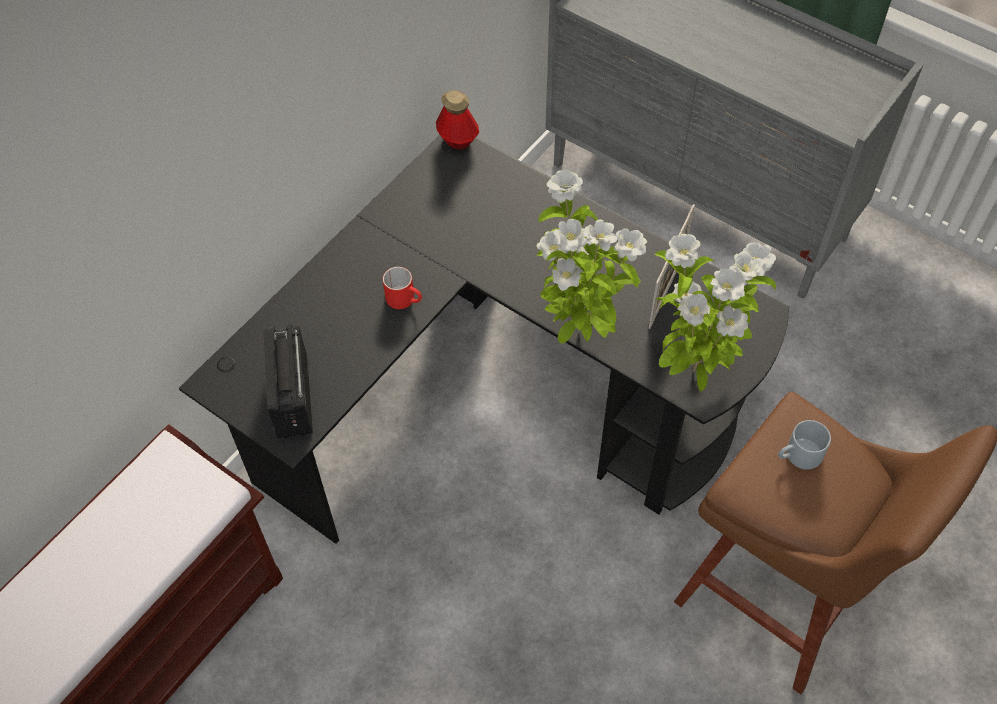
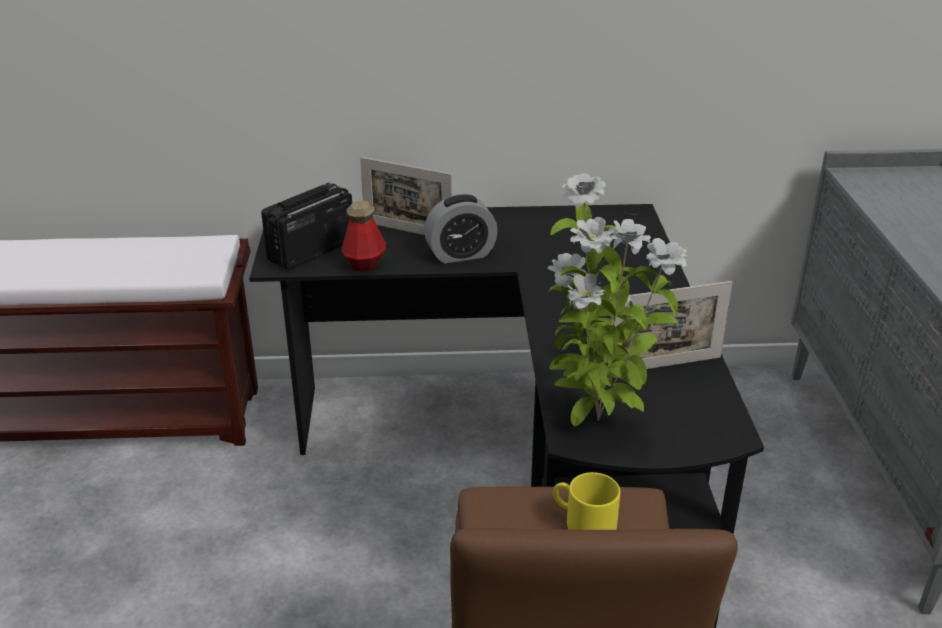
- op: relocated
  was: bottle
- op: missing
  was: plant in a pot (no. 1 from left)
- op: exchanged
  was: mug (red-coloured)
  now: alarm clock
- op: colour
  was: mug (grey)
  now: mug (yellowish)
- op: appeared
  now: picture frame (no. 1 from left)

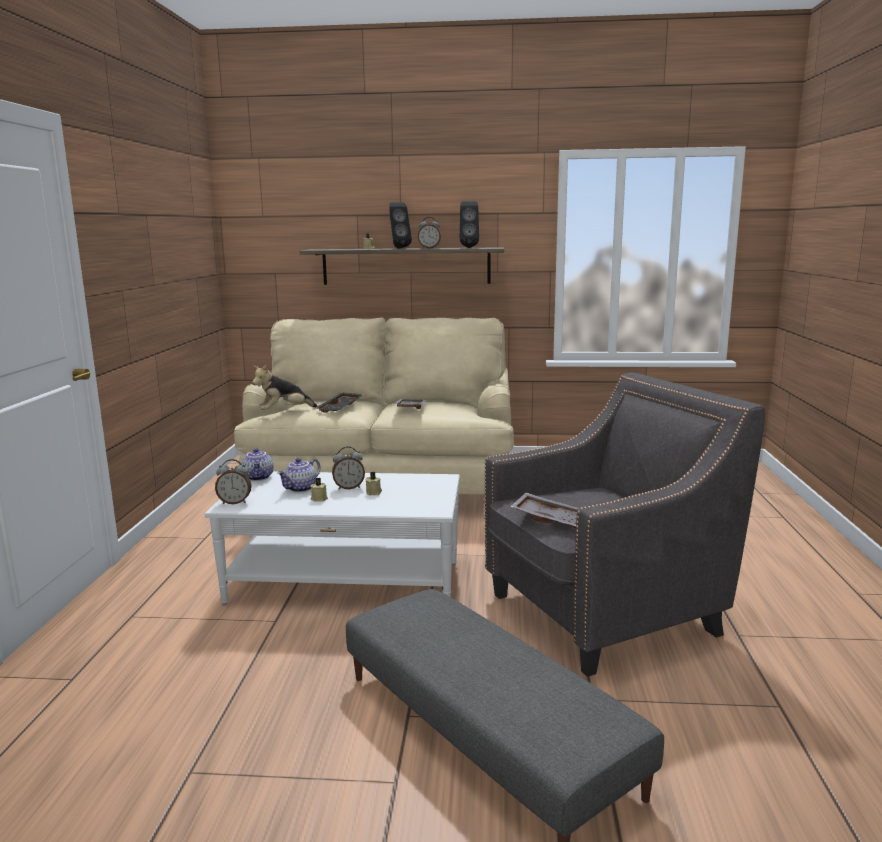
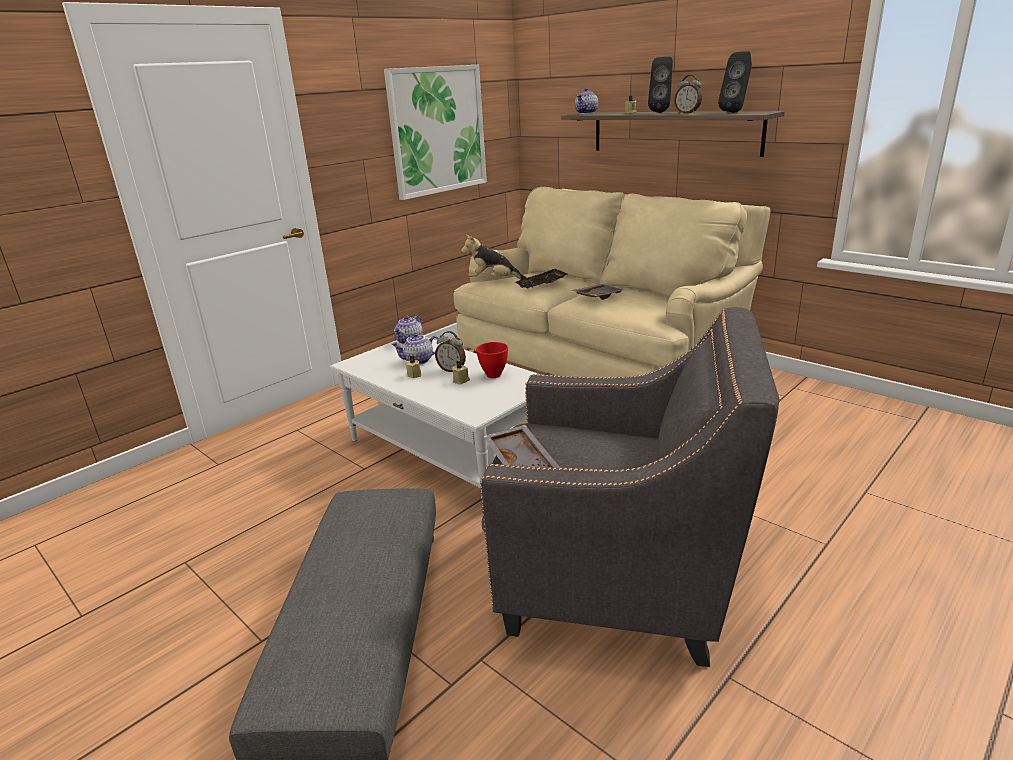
- op: missing
  was: alarm clock (no. 1 from left)
- op: appeared
  now: wall picture
- op: appeared
  now: tea pot (no. 3 from left)
- op: appeared
  now: bowl (red-coloured)

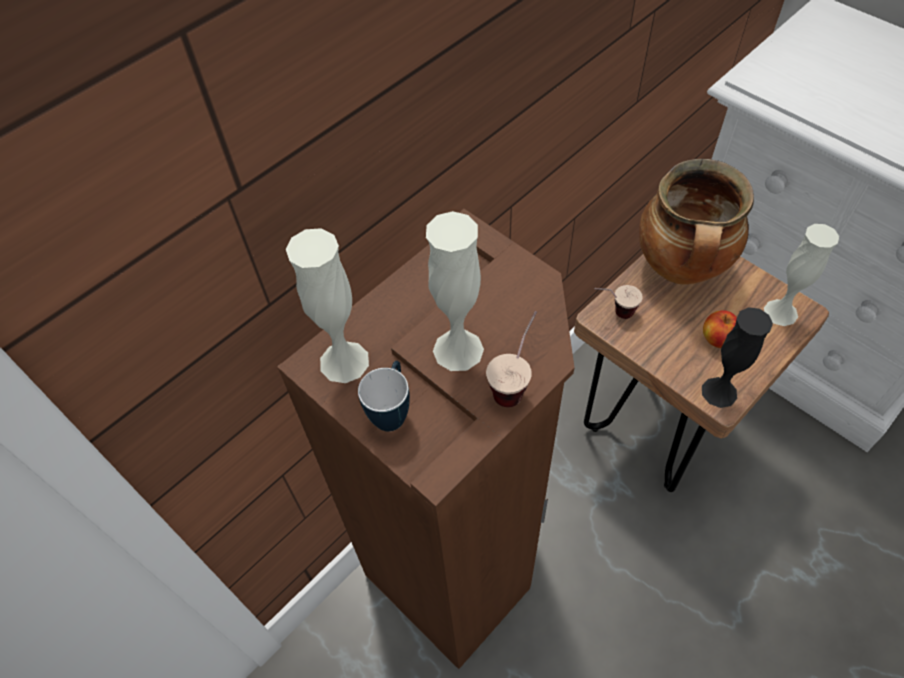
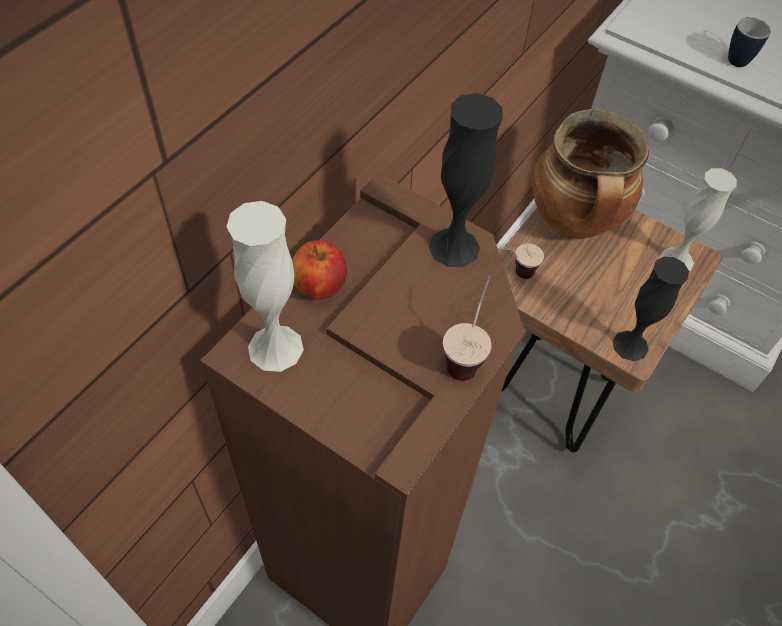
- op: missing
  was: flower vase (white-coloured) (no. 2 from left)
- op: relocated
  was: apple
- op: relocated
  was: mug
- op: appeared
  now: flower vase (black) (no. 1 from left)

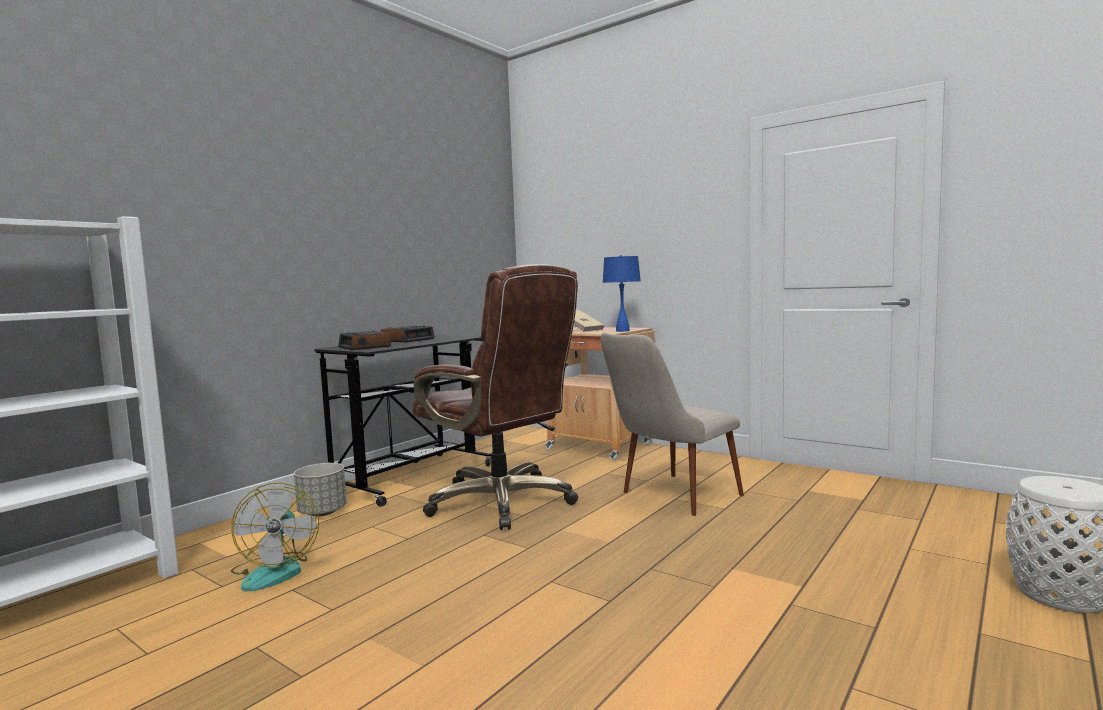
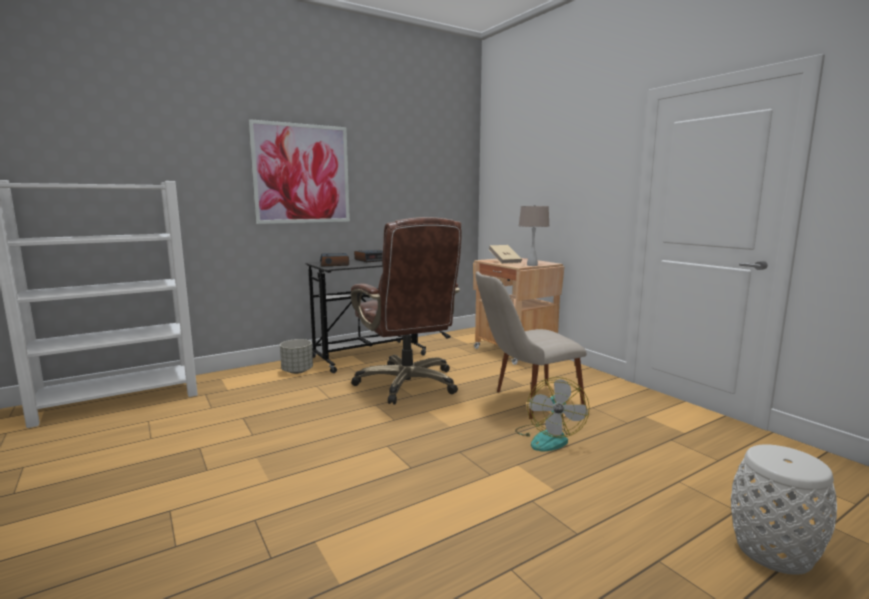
- op: colour
  was: tabletop lamp (blue-coloured)
  now: tabletop lamp (sand-coloured)
- op: relocated
  was: fan
- op: appeared
  now: wall picture

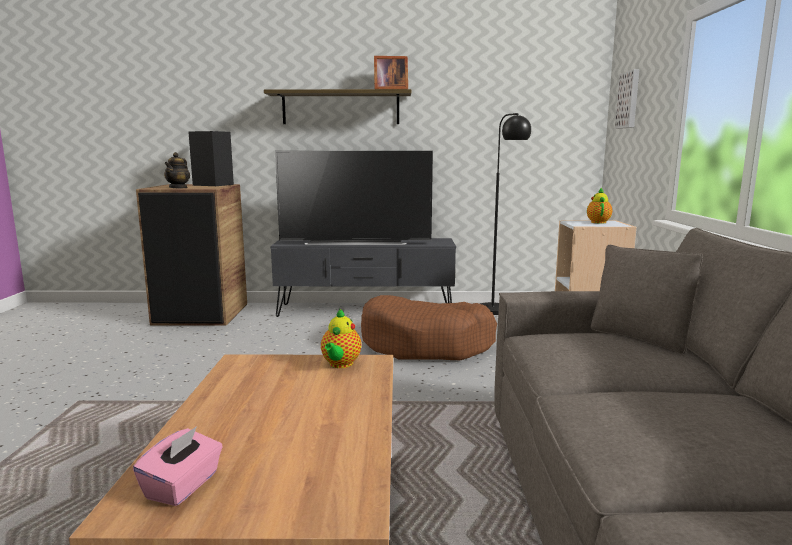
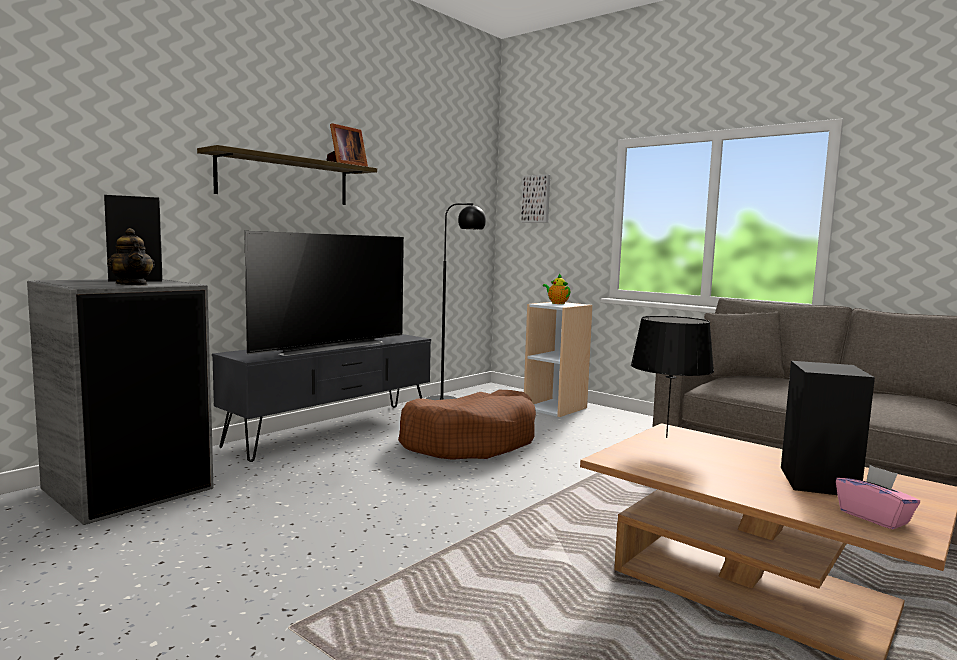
- op: colour
  was: cabinet (brown-coloured)
  now: cabinet (grey)
- op: exchanged
  was: tea pot (no. 2 from left)
  now: tabletop lamp (black)
- op: appeared
  now: loudspeaker (black) (no. 2 from left)

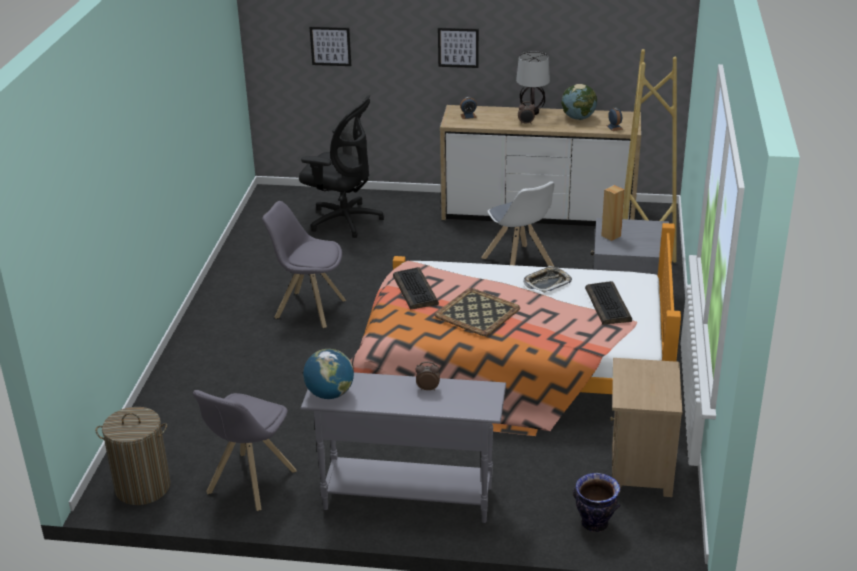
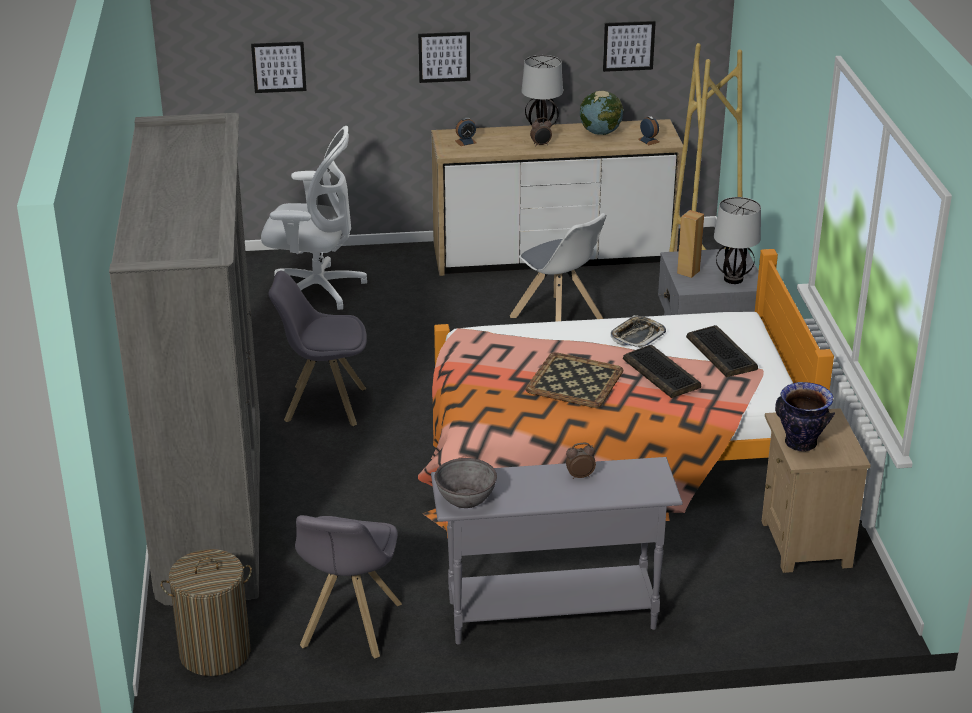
- op: colour
  was: office chair (black)
  now: office chair (white-coloured)
- op: relocated
  was: PC keyboard (no. 1 from left)
- op: exchanged
  was: desk globe (no. 1 from left)
  now: bowl (grey)
- op: relocated
  was: flower vase
- op: appeared
  now: wall picture (no. 3 from left)
- op: appeared
  now: armoire (grey)
- op: appeared
  now: tabletop lamp (no. 2 from left)

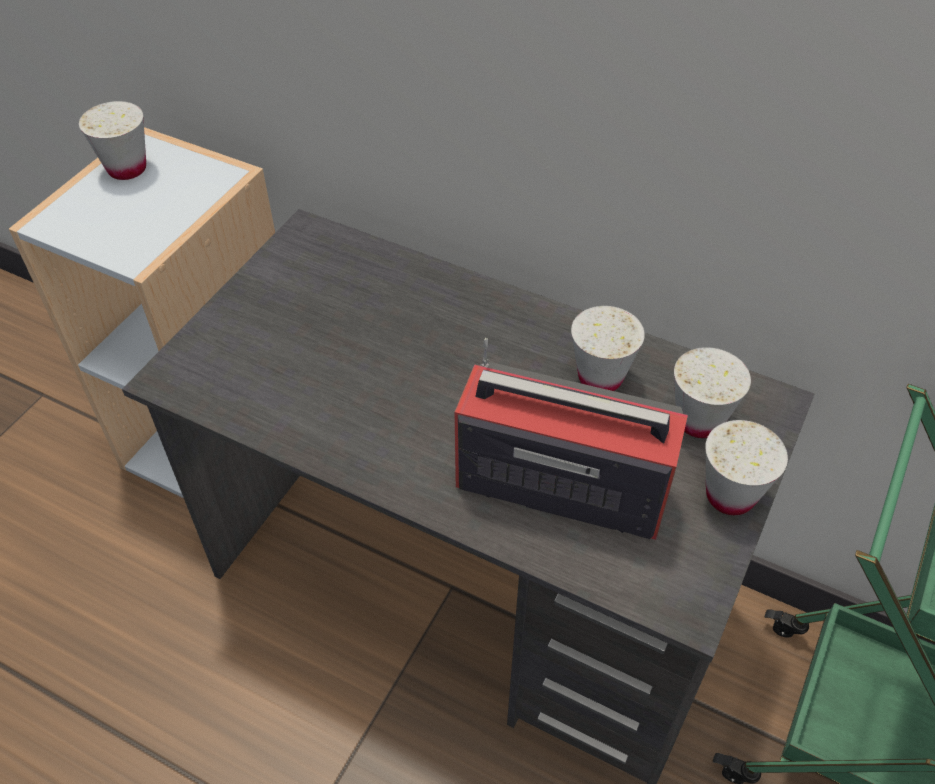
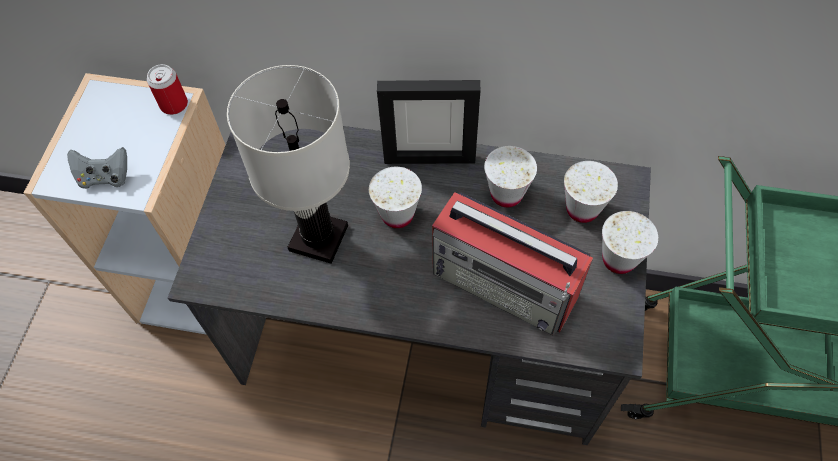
- op: relocated
  was: drinking cup (white-coloured) (no. 1 from left)
- op: spun
  was: radio set
  clockwise: -150
- op: appeared
  now: sealed can
- op: appeared
  now: tabletop lamp (white-coloured)
- op: appeared
  now: picture frame
- op: appeared
  now: joypad (grey)

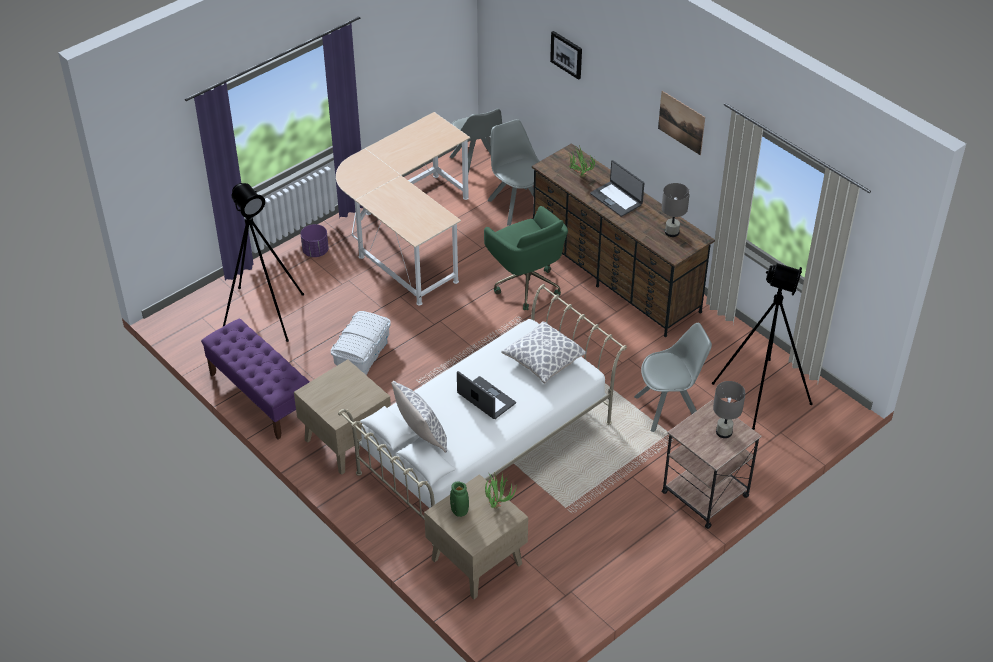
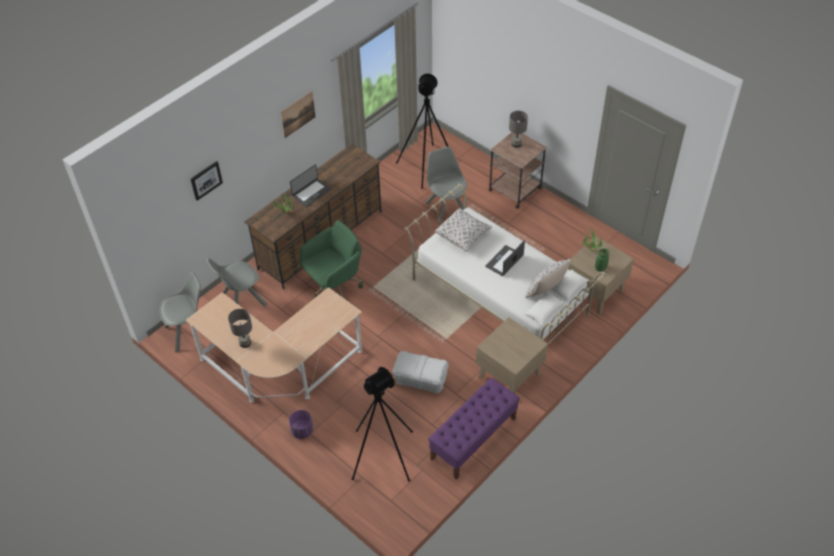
- op: relocated
  was: tabletop lamp (grey) (no. 1 from left)

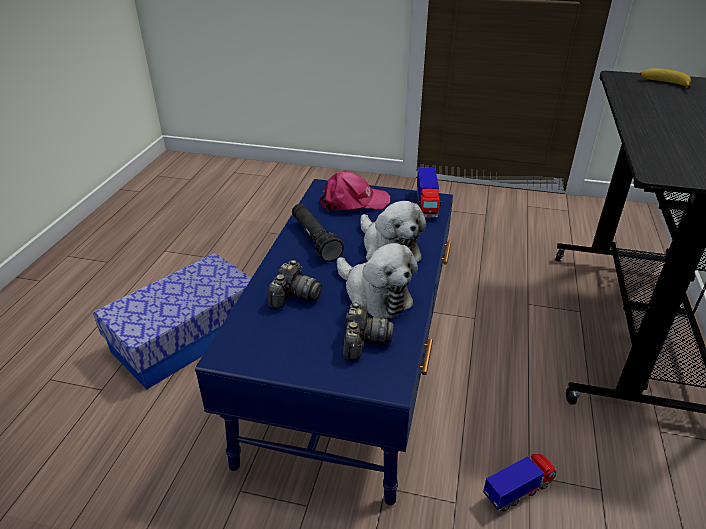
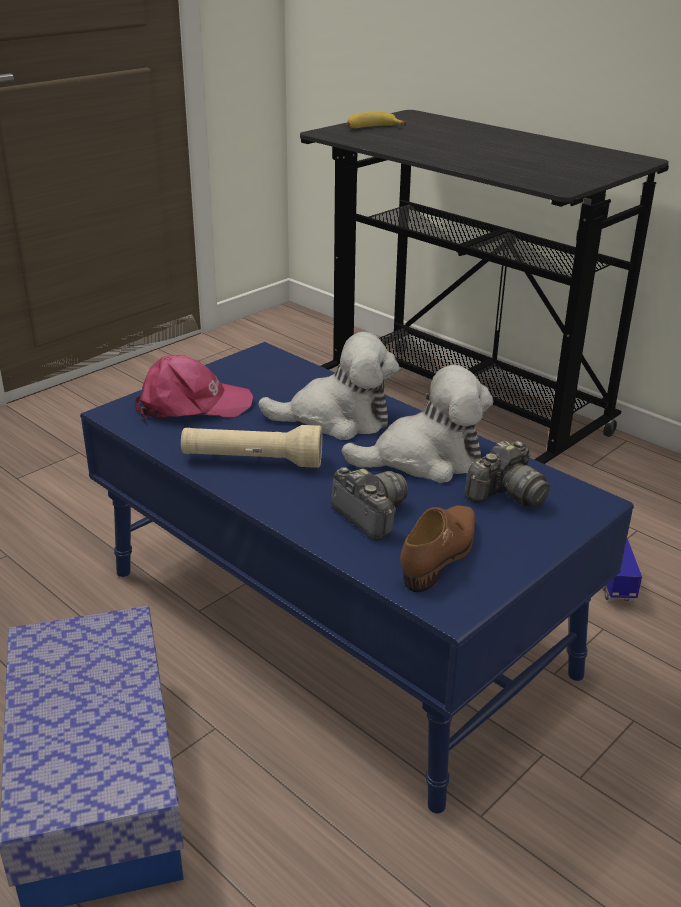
- op: missing
  was: toy lorry (no. 1 from left)
- op: spun
  was: cap (pink)
  clockwise: 60
- op: colour
  was: flashlight (black)
  now: flashlight (sand-coloured)
- op: spun
  was: still camera (no. 2 from left)
  clockwise: 105
- op: appeared
  now: low shoe (brown-coloured)

